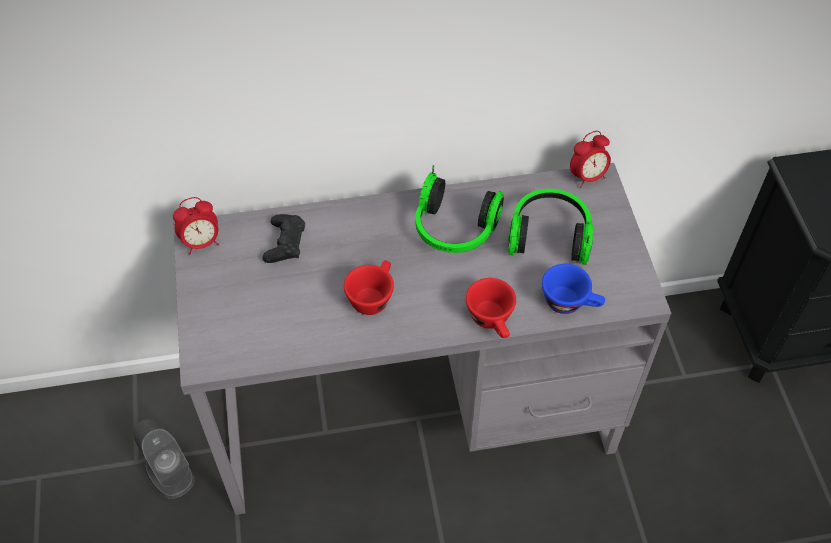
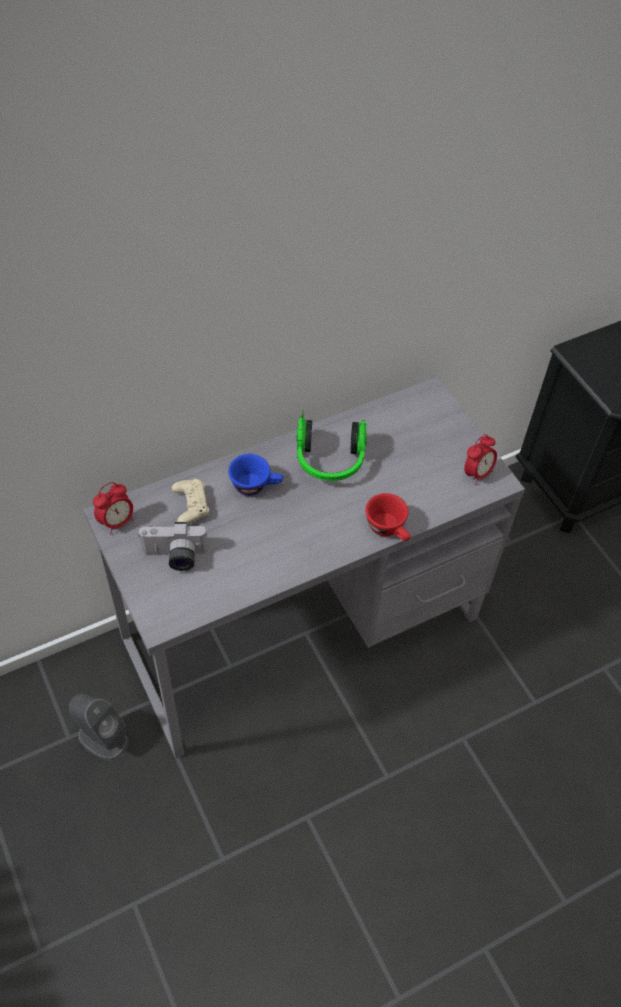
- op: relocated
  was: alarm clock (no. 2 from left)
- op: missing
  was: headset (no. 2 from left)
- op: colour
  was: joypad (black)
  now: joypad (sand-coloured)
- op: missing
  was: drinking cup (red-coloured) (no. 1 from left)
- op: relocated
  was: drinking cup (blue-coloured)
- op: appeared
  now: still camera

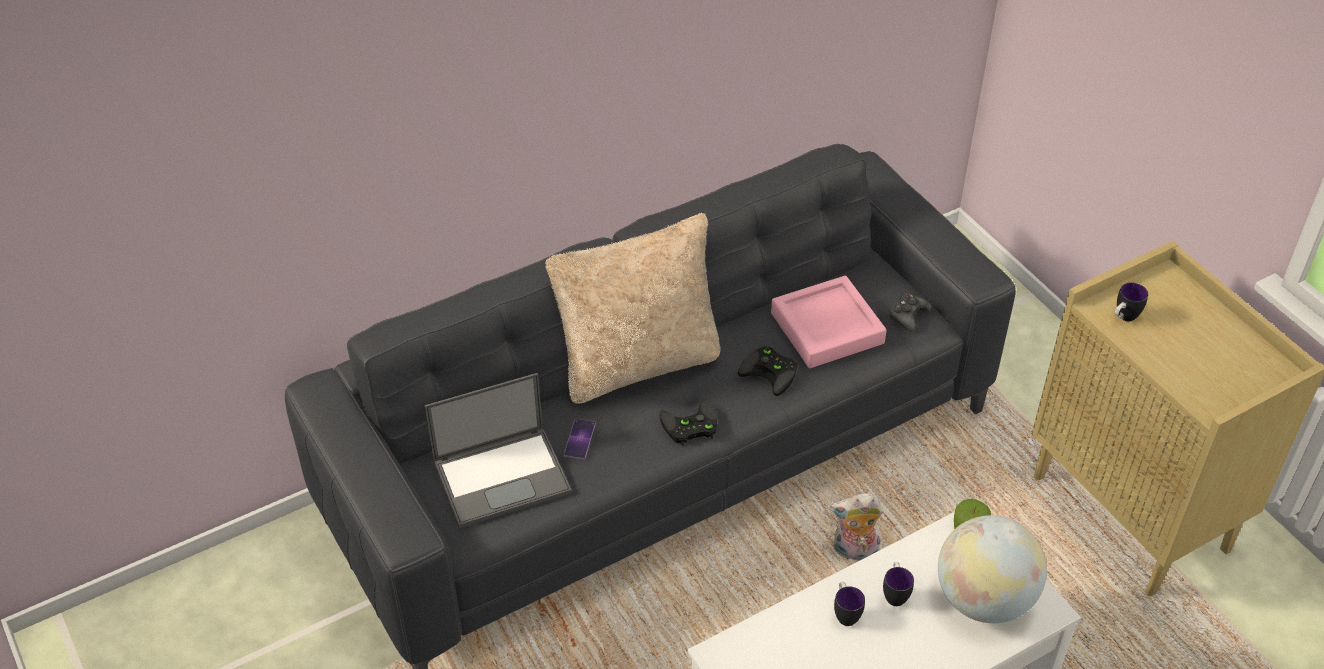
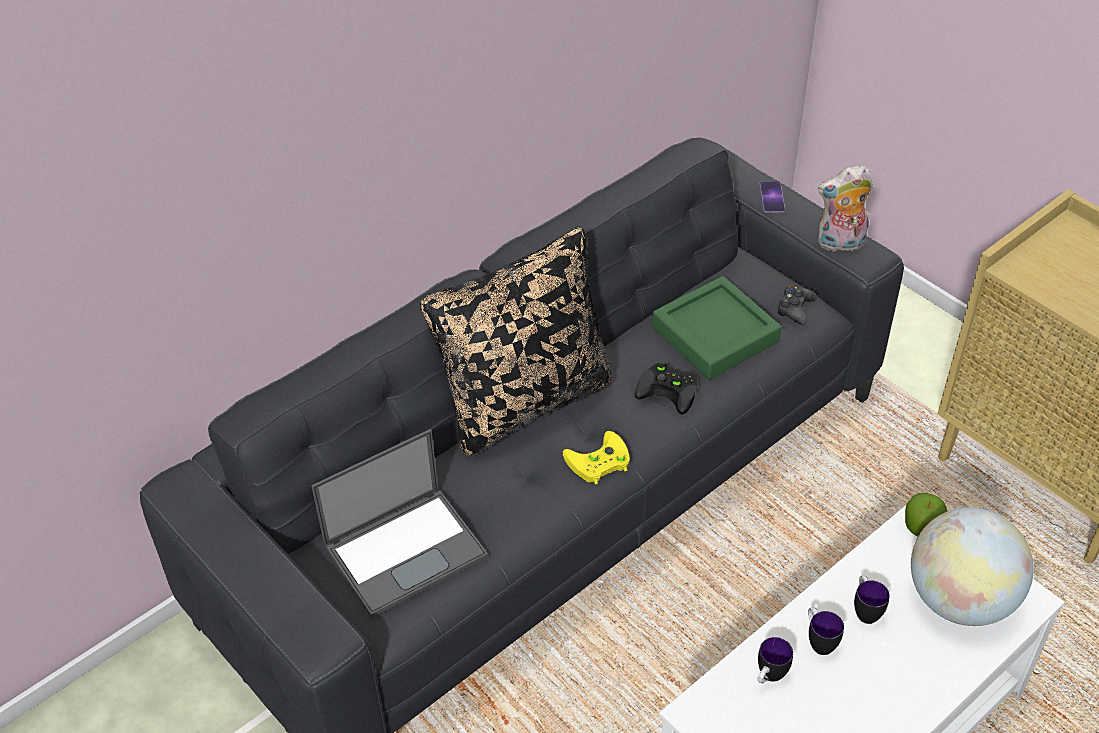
- op: colour
  was: cushion (sand-coloured)
  now: cushion (black)
- op: colour
  was: carrying tray (pink)
  now: carrying tray (green)
- op: relocated
  was: mug (no. 3 from left in the first image)
  now: mug (no. 1 from left)
- op: colour
  was: joypad (black) (no. 1 from left)
  now: joypad (yellowish)
- op: relocated
  was: telephone
- op: relocated
  was: cuddly toy

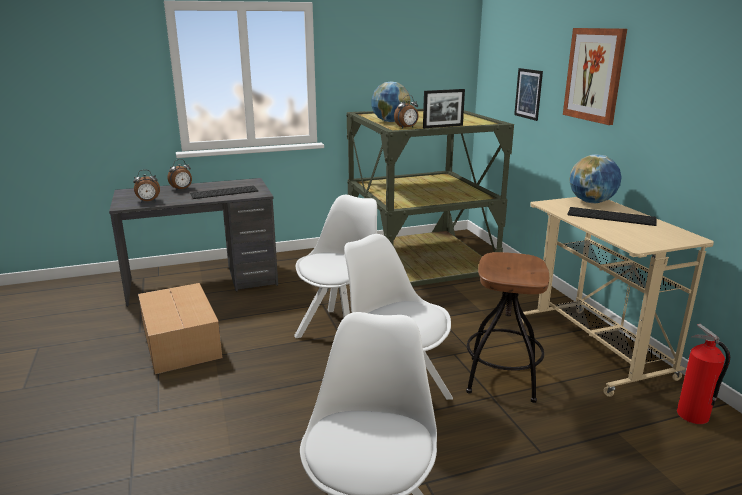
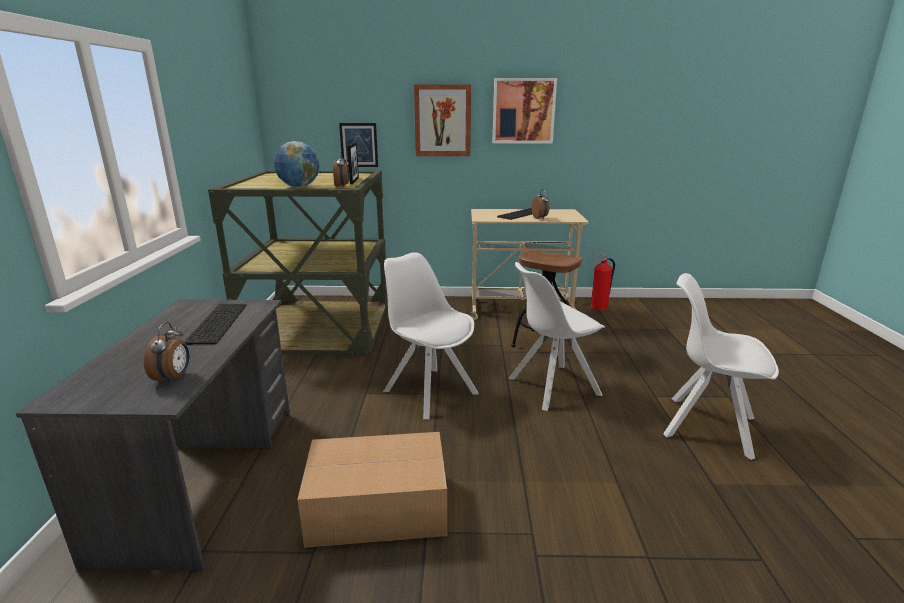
- op: missing
  was: desk globe (no. 2 from left)
- op: relocated
  was: alarm clock (no. 2 from left in the first image)
  now: alarm clock (no. 3 from left)
- op: appeared
  now: wall picture (no. 3 from left)

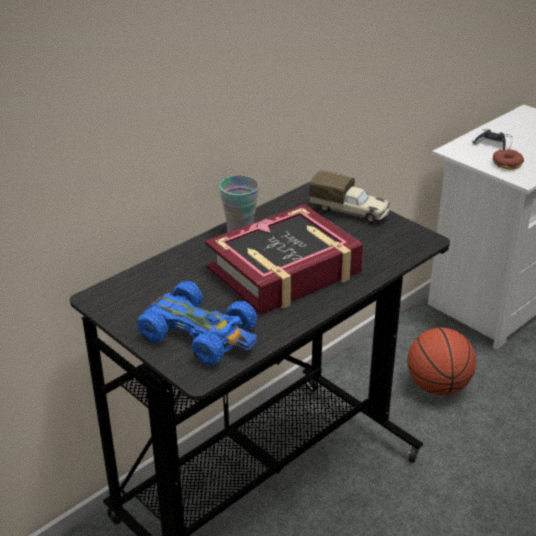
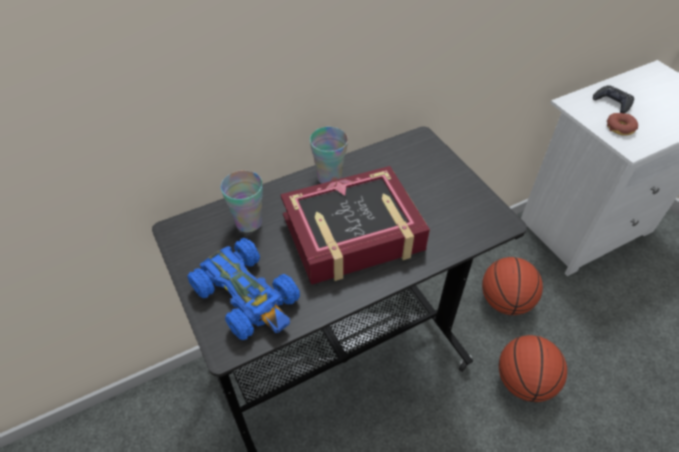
- op: colour
  was: joypad (white-coloured)
  now: joypad (black)
- op: missing
  was: toy lorry
- op: appeared
  now: drinking cup (no. 1 from left)
- op: appeared
  now: basketball (no. 2 from left)

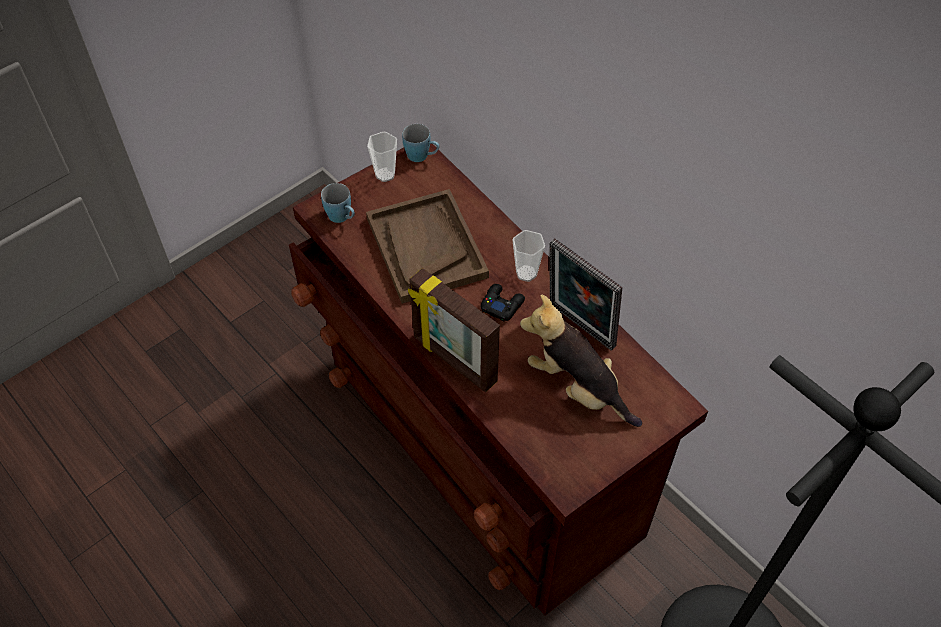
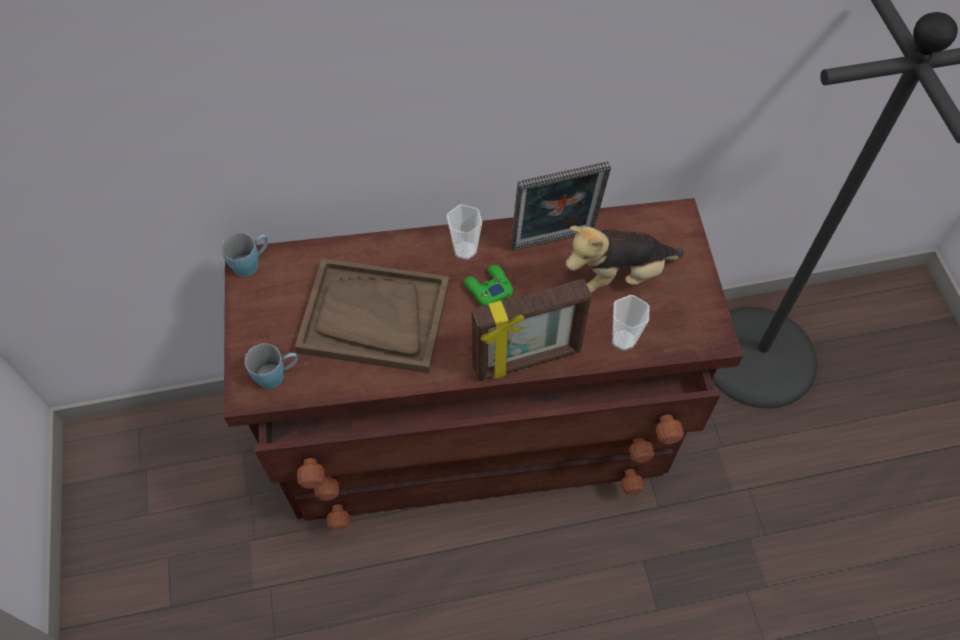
- op: relocated
  was: drinking cup (no. 1 from left in the first image)
  now: drinking cup (no. 2 from left)
- op: colour
  was: joypad (black)
  now: joypad (green)

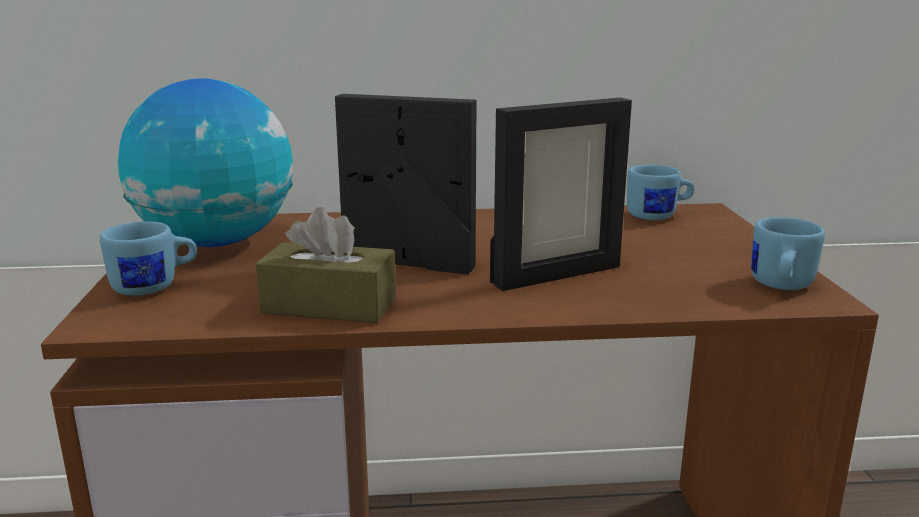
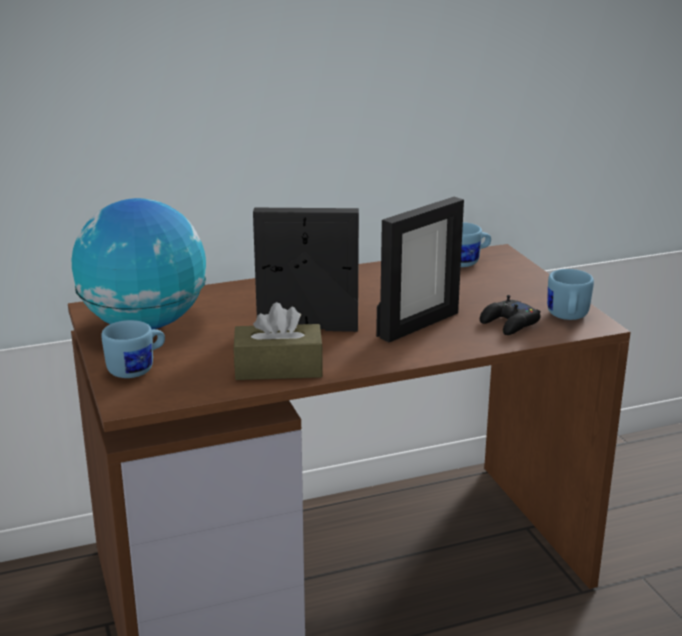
- op: appeared
  now: joypad (black)

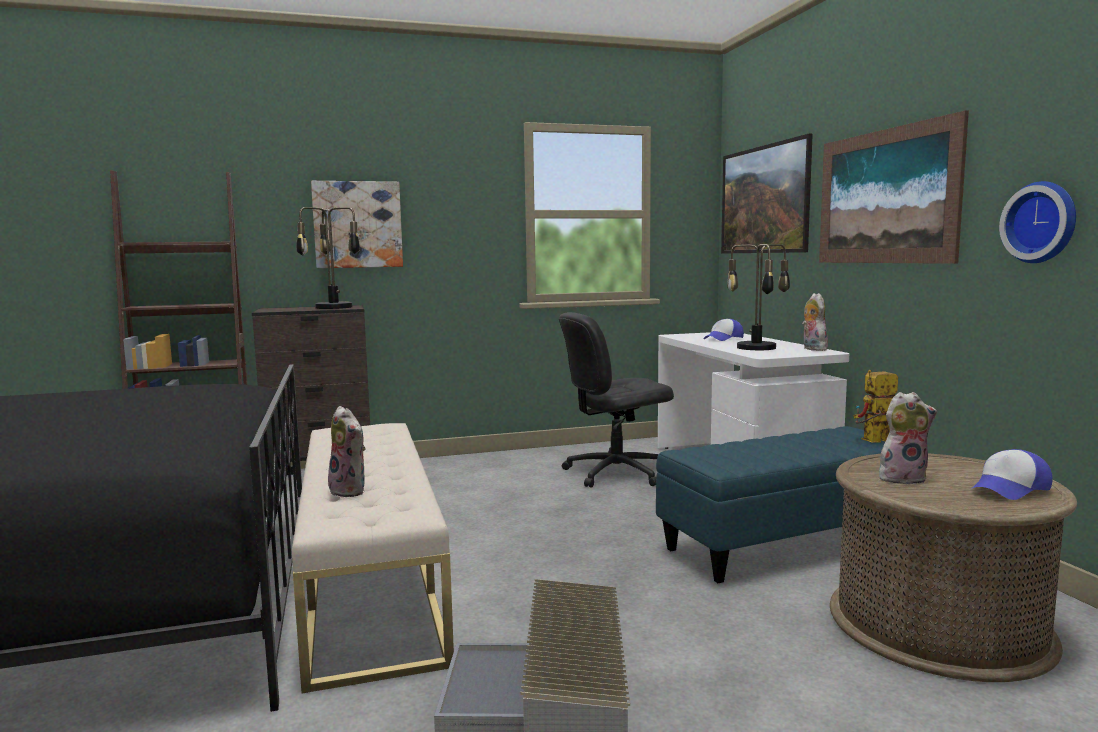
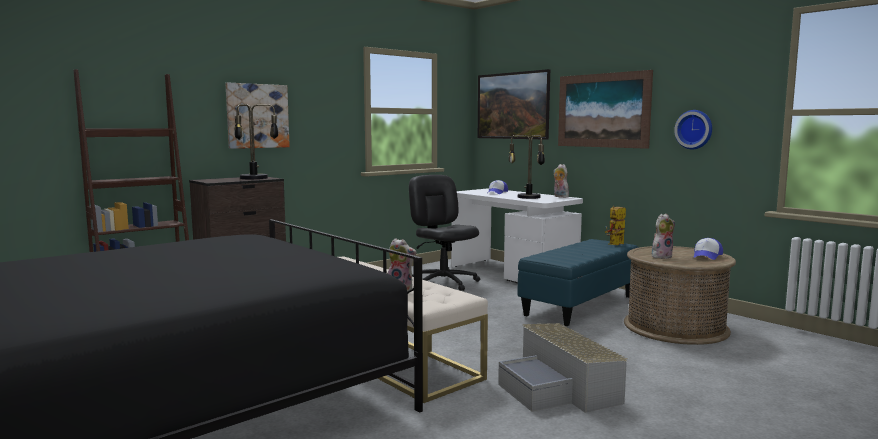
- op: spun
  was: office chair (black)
  clockwise: 105

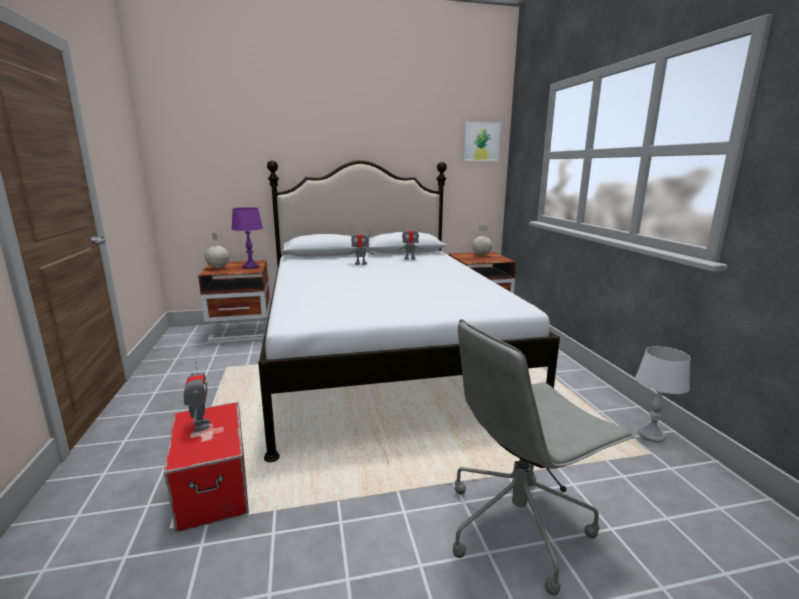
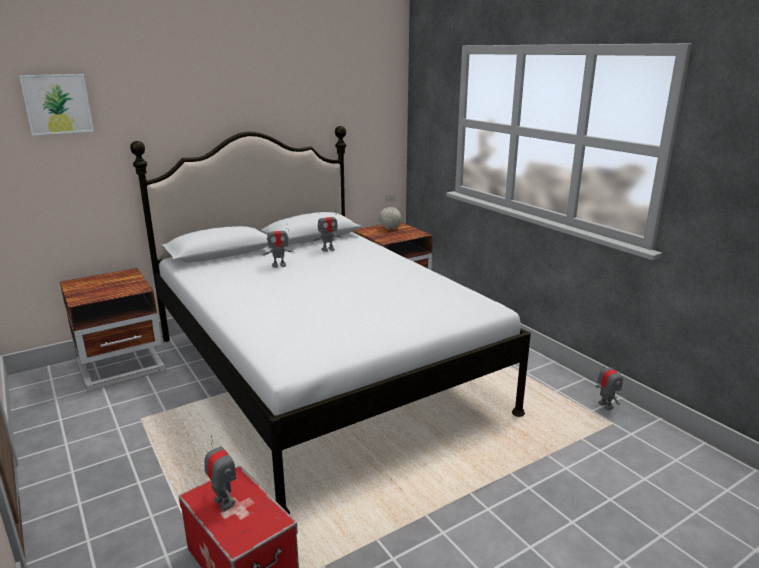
- op: relocated
  was: wall picture
- op: missing
  was: tabletop lamp (purple-coloured)
- op: missing
  was: desk globe (no. 1 from left)
- op: missing
  was: office chair (grey)
- op: exchanged
  was: tabletop lamp (grey)
  now: model robot (no. 4 from left)

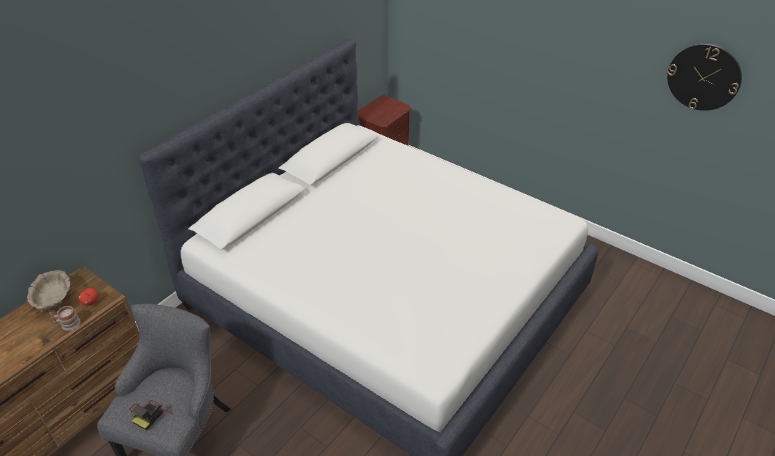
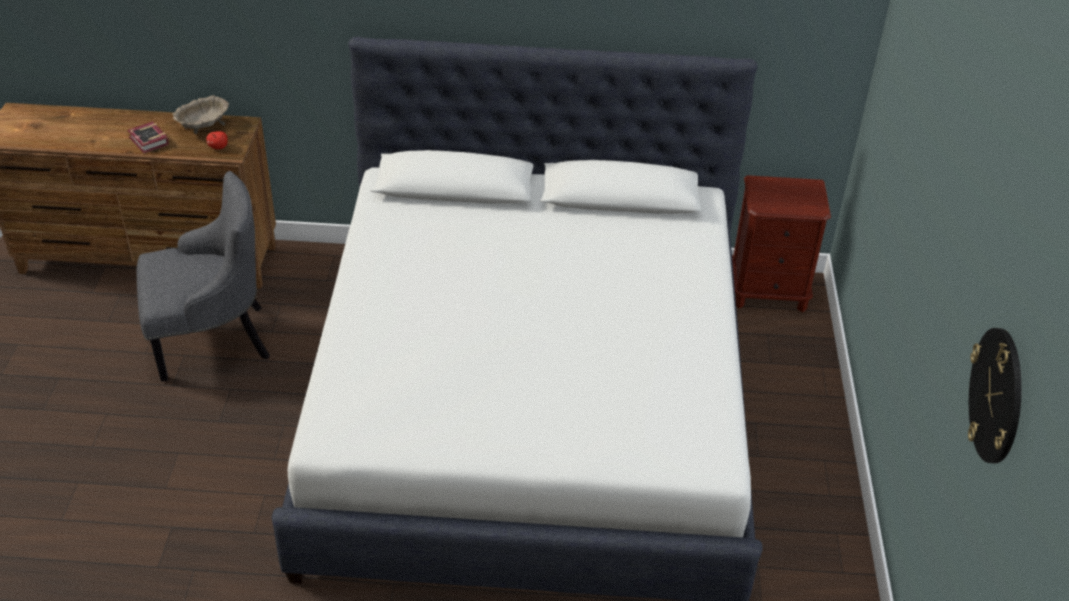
- op: missing
  was: mug
- op: missing
  was: still camera
- op: appeared
  now: book

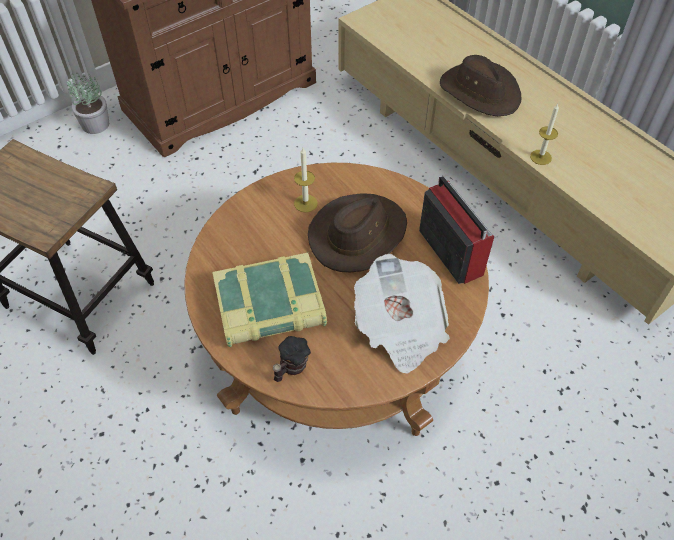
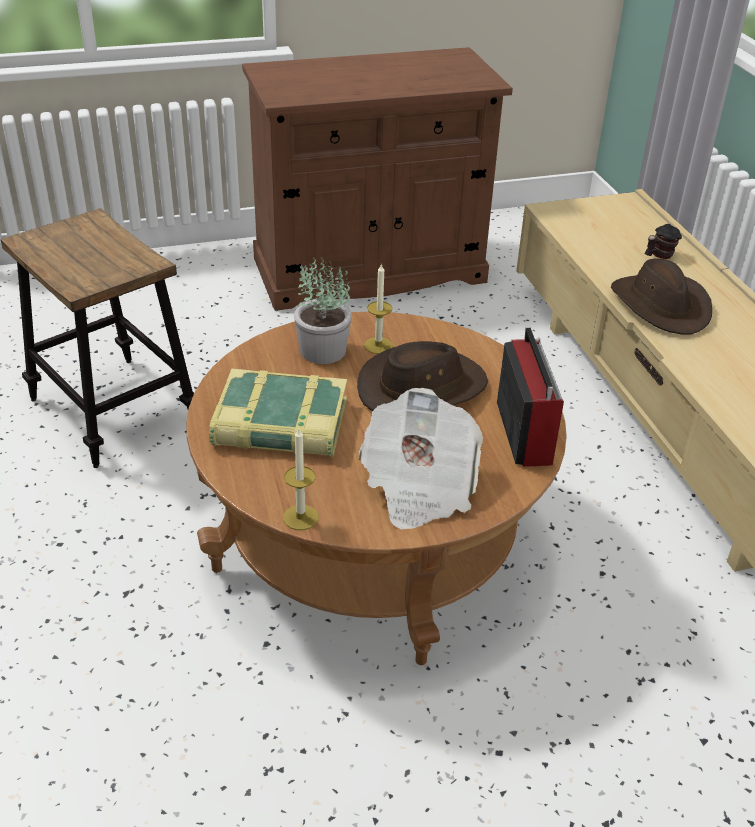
- op: relocated
  was: plant in a pot
- op: relocated
  was: candle (no. 2 from left in the first image)
  now: candle (no. 1 from left)
- op: relocated
  was: mug

